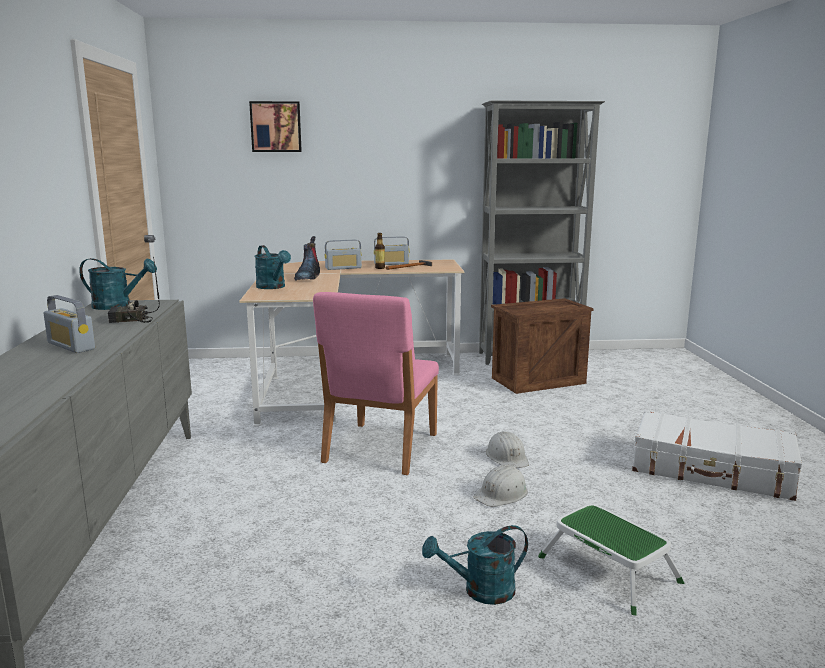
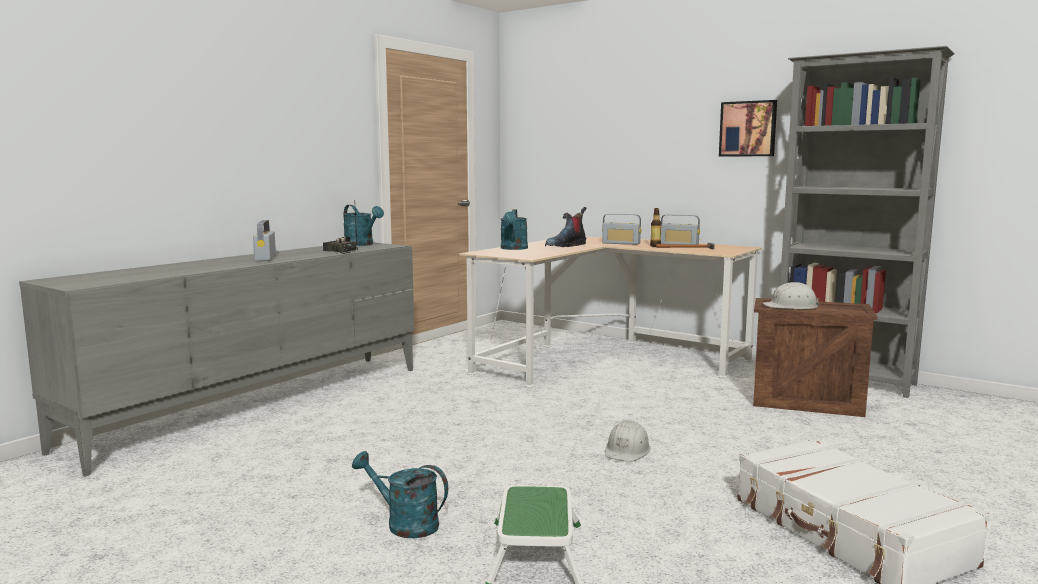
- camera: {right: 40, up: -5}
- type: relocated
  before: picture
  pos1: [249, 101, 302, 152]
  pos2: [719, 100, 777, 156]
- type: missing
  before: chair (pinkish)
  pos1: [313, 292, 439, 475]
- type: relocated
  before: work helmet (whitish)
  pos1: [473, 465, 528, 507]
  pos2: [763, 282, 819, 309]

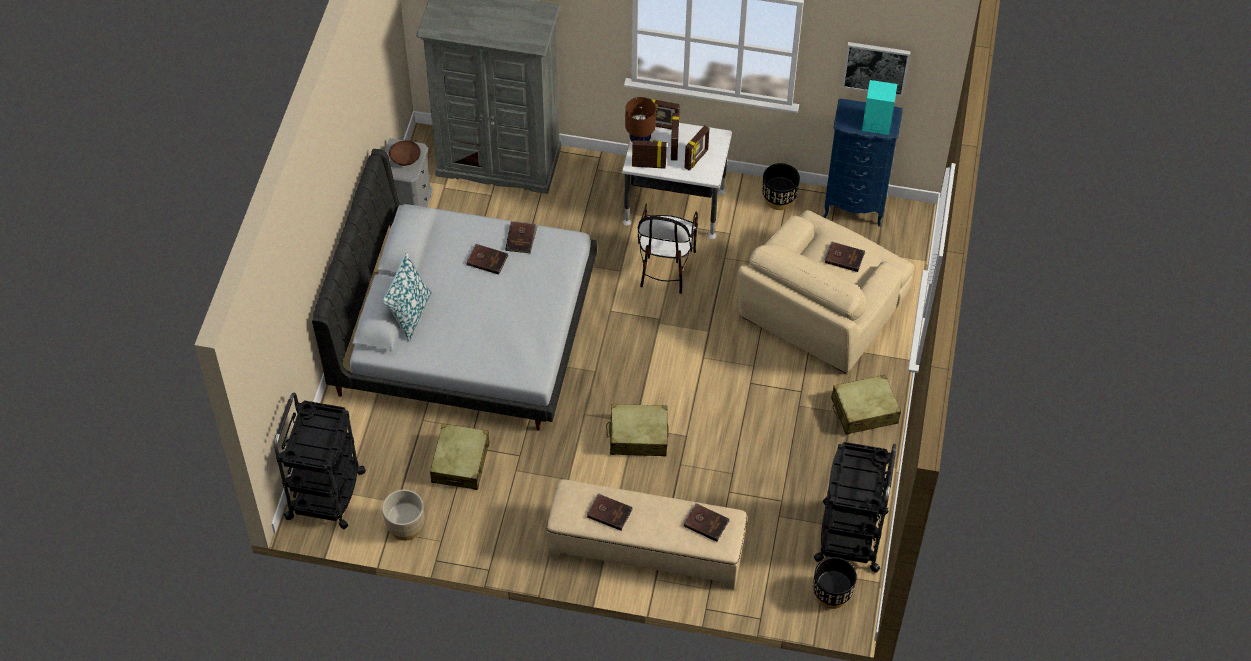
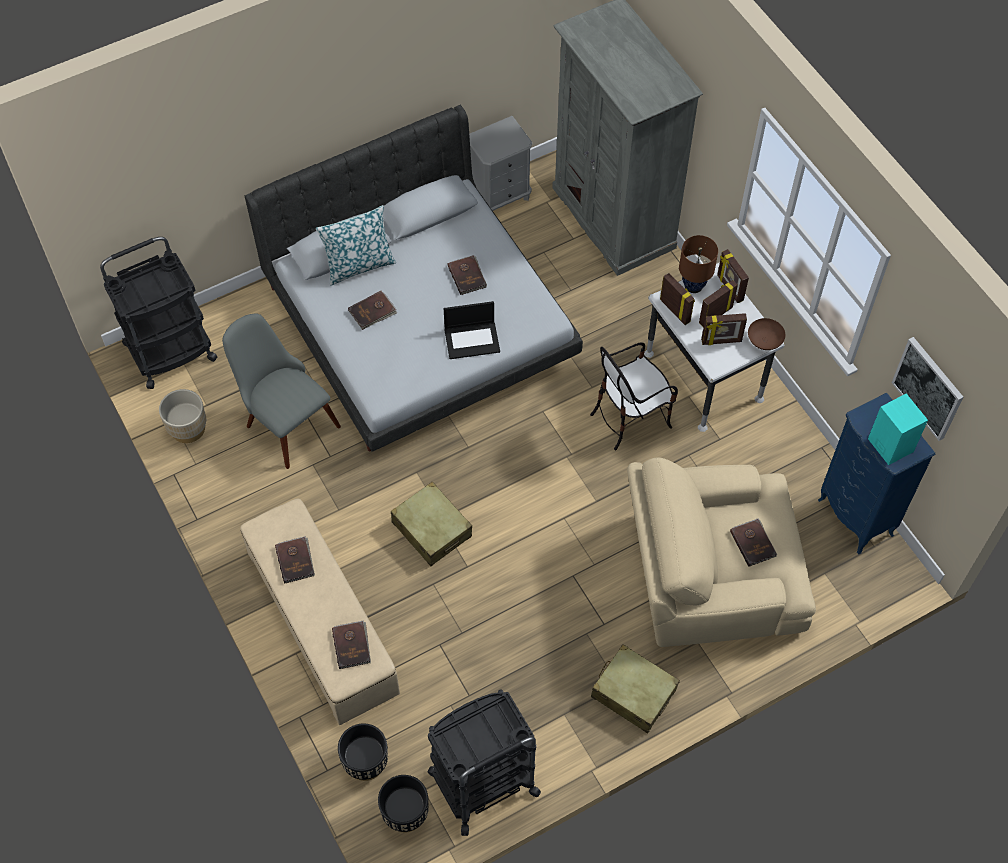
- camera: {right: 50, up: 5}
- type: relocated
  before: bowl (brown-coloured)
  pos1: [389, 140, 420, 166]
  pos2: [748, 318, 785, 350]
- type: exchanged
  before: travel case (beige-coloured)
  after: chair (grey)
  pos1: [430, 424, 489, 490]
  pos2: [222, 313, 341, 469]
- type: relocated
  before: volume (brown-coloured)
  pos1: [506, 222, 537, 253]
  pos2: [348, 291, 397, 330]
- type: relocated
  before: planter (black)
  pos1: [762, 163, 800, 210]
  pos2: [338, 723, 388, 781]
- type: appeared
  after: laptop
  pos2: [444, 301, 500, 359]

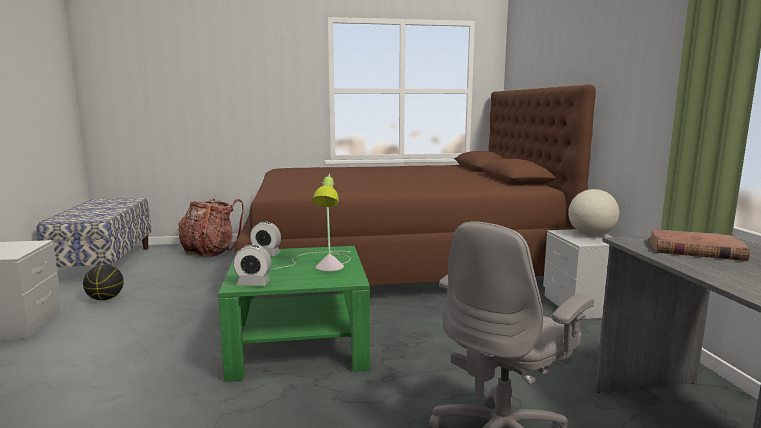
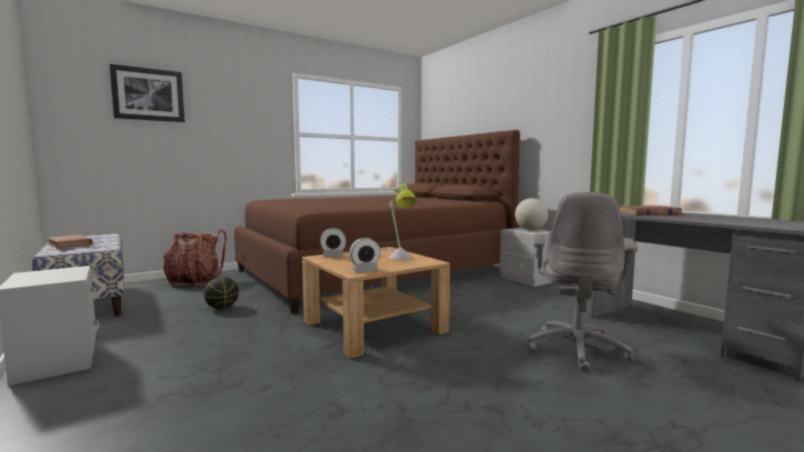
- camera: {right: -25, up: -5}
- type: relocated
  before: basketball
  pos1: [83, 265, 124, 300]
  pos2: [204, 277, 239, 309]
- type: colour
  before: lounge table (green)
  after: lounge table (brown-coloured)
  pos1: [218, 246, 370, 382]
  pos2: [302, 247, 450, 359]
- type: appeared
  after: volume (brown-coloured)
  pos2: [48, 235, 93, 248]
- type: appeared
  after: picture
  pos2: [109, 64, 185, 122]

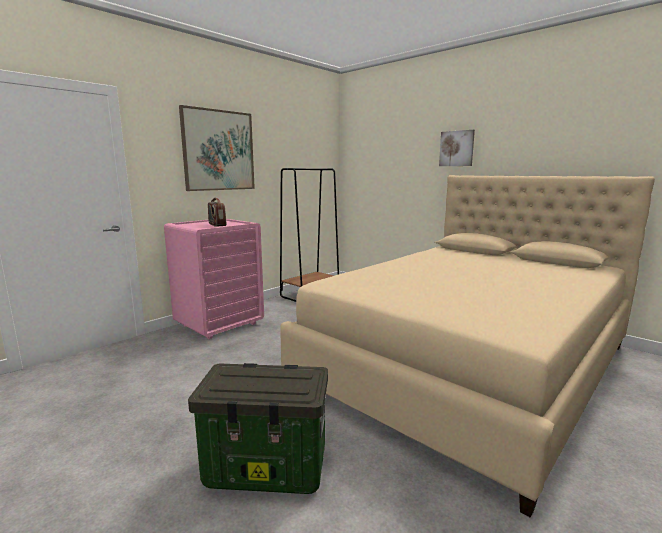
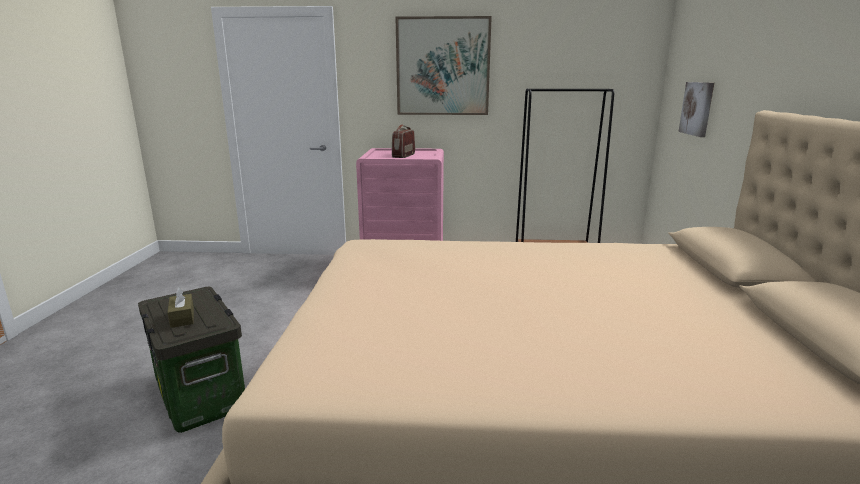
- camera: {right: 50, up: 5}
- type: relocated
  before: picture
  pos1: [439, 130, 475, 166]
  pos2: [678, 82, 714, 137]
- type: appeared
  after: tissue holder (brown-coloured)
  pos2: [167, 287, 194, 328]

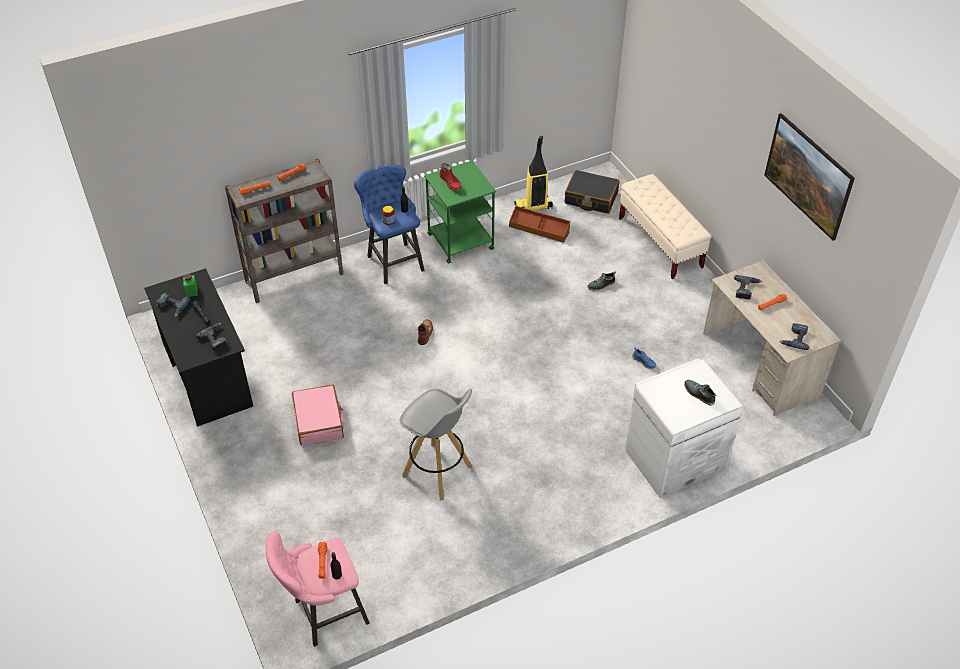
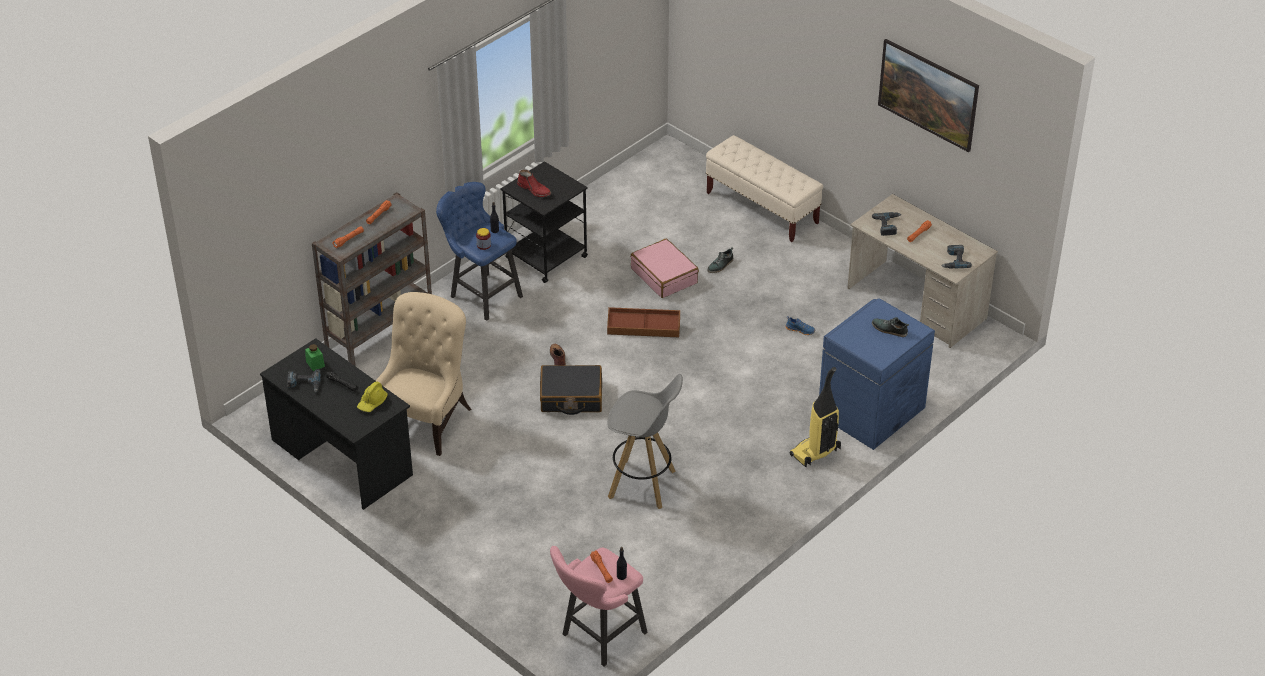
- camera: {right: -20, up: -5}
- type: exchanged
  before: drill
  after: work helmet (yellow-coloured)
  pos1: [196, 323, 228, 352]
  pos2: [357, 381, 388, 412]
- type: relocated
  before: travel case (pinkish)
  pos1: [292, 384, 344, 446]
  pos2: [631, 239, 699, 298]
- type: colour
  before: trolley (green)
  after: trolley (black)
  pos1: [424, 161, 496, 264]
  pos2: [501, 161, 588, 283]
- type: relocated
  before: storage box (brown-coloured)
  pos1: [509, 206, 570, 243]
  pos2: [607, 307, 680, 337]
- type: relocated
  before: vacuum
  pos1: [514, 136, 553, 211]
  pos2: [789, 367, 841, 467]
- type: relocated
  before: travel case (black)
  pos1: [565, 170, 619, 214]
  pos2: [540, 365, 602, 415]
- type: colour
  before: laundry appliance (whitish)
  after: laundry appliance (bluish)
  pos1: [626, 359, 743, 498]
  pos2: [819, 298, 935, 450]
- type: appeared
  after: chair (beige-coloured)
  pos2: [375, 292, 472, 456]

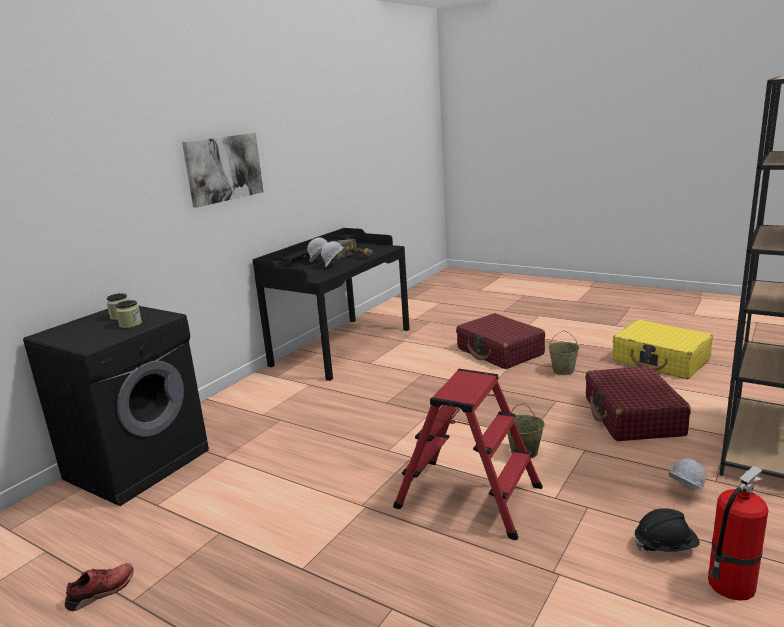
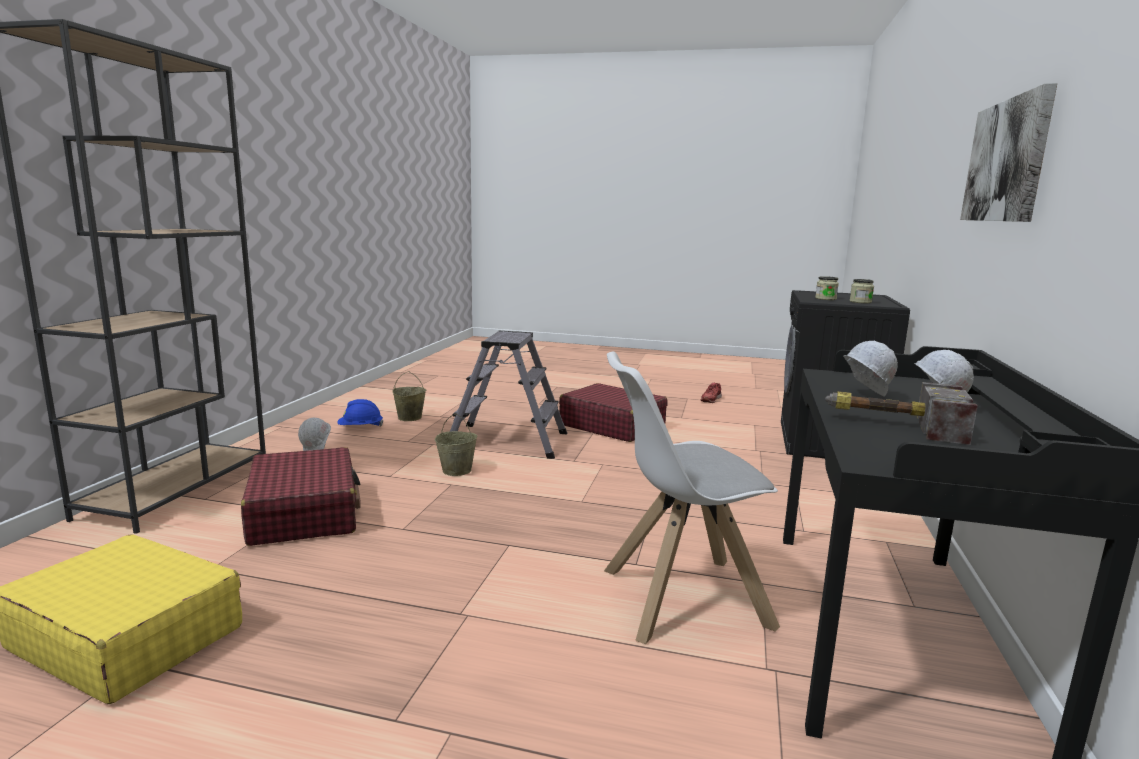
- camera: {right: 160, up: -5}
- type: colour
  before: step ladder (red-coloured)
  after: step ladder (grey)
  pos1: [393, 369, 543, 540]
  pos2: [450, 331, 567, 459]
- type: relocated
  before: travel case (red-coloured)
  pos1: [456, 313, 545, 369]
  pos2: [559, 383, 668, 442]
- type: relocated
  before: bucket (beige-coloured)
  pos1: [549, 331, 579, 375]
  pos2: [392, 371, 426, 421]
- type: colour
  before: work helmet (black)
  after: work helmet (bluish)
  pos1: [634, 508, 700, 552]
  pos2: [337, 399, 384, 427]
- type: missing
  before: fire-fighting cylinder
  pos1: [708, 466, 769, 601]
- type: appeared
  after: chair
  pos2: [604, 351, 780, 644]

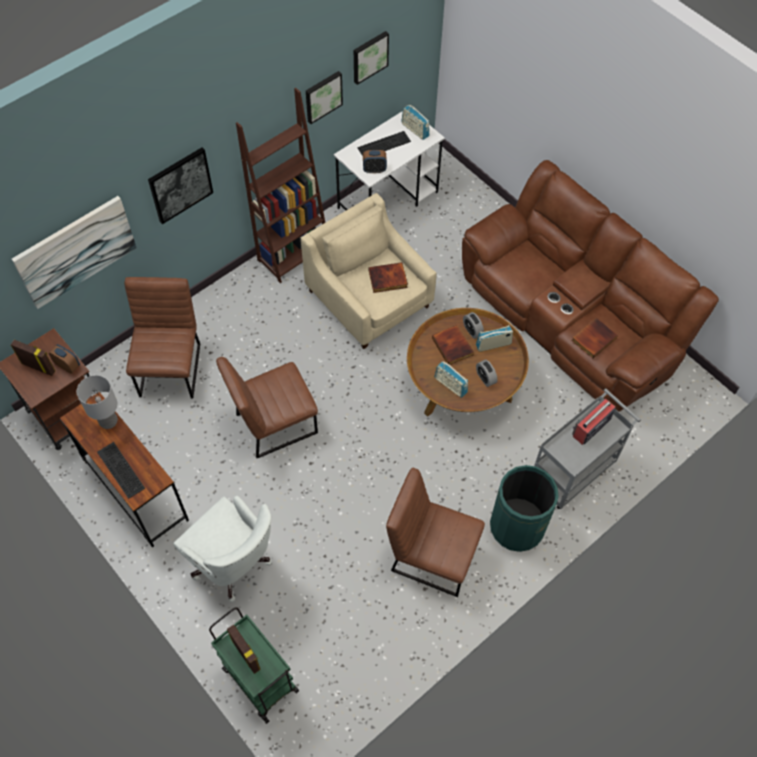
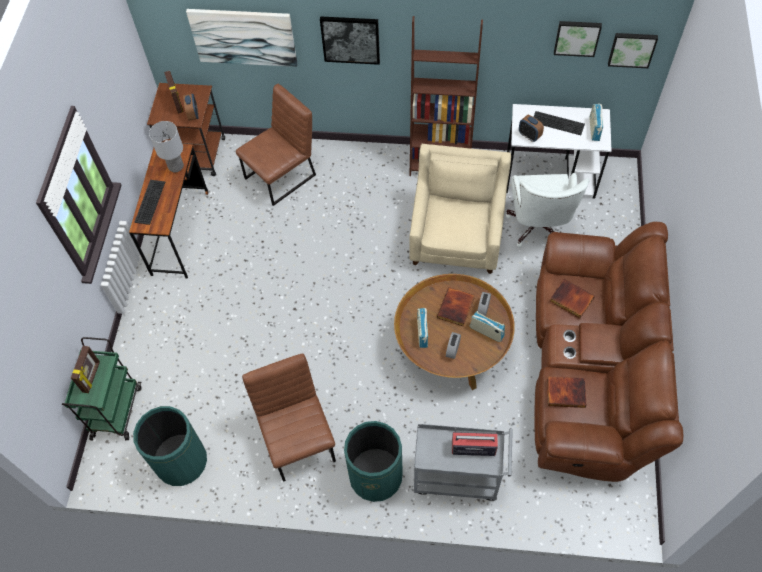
- camera: {right: 50, up: 0}
- type: relocated
  before: office chair (whitish)
  pos1: [173, 496, 271, 602]
  pos2: [506, 173, 590, 247]
- type: missing
  before: chair (brown-coloured)
  pos1: [216, 357, 318, 458]
- type: relocated
  before: picture
  pos1: [306, 71, 343, 124]
  pos2: [608, 33, 658, 68]
- type: relocated
  before: volume
  pos1: [369, 262, 408, 293]
  pos2: [550, 279, 595, 319]
- type: appeared
  after: rubbish bin (green)
  pos2: [133, 406, 207, 486]

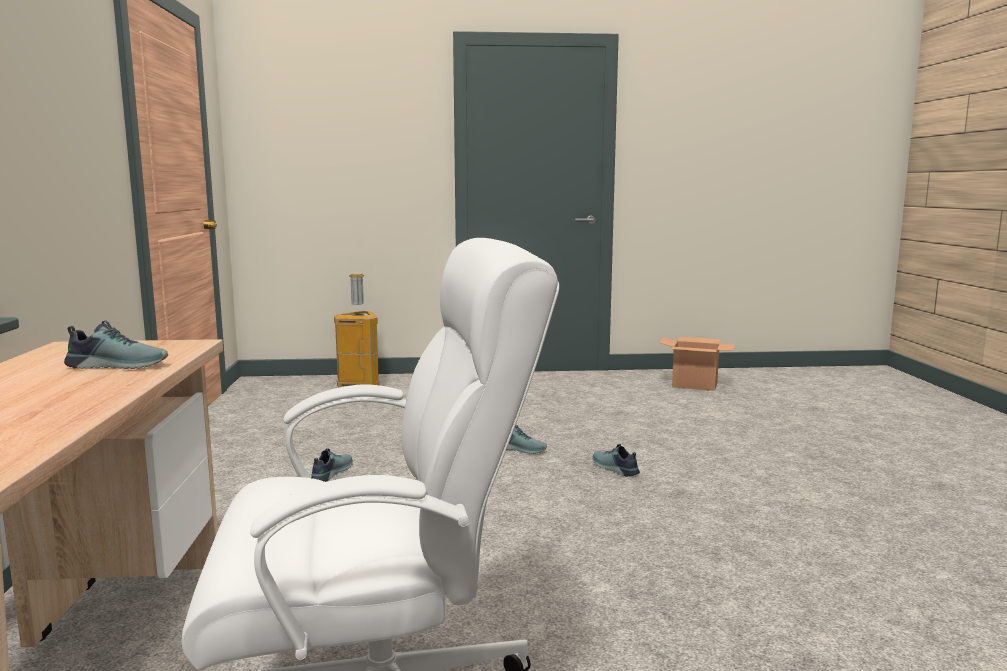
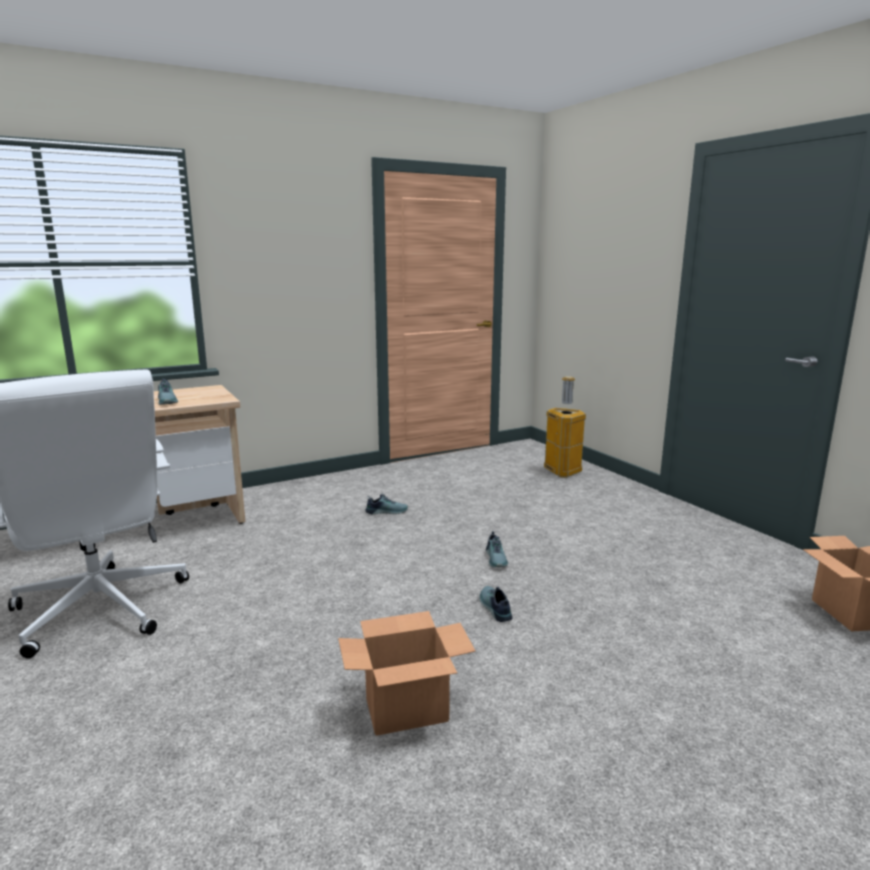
- camera: {right: 65, up: 5}
- type: spun
  before: low shoe
  pos1: [592, 444, 640, 477]
  pos2: [479, 586, 513, 622]
  turn: -45
- type: appeared
  after: packing box
  pos2: [338, 611, 475, 736]

